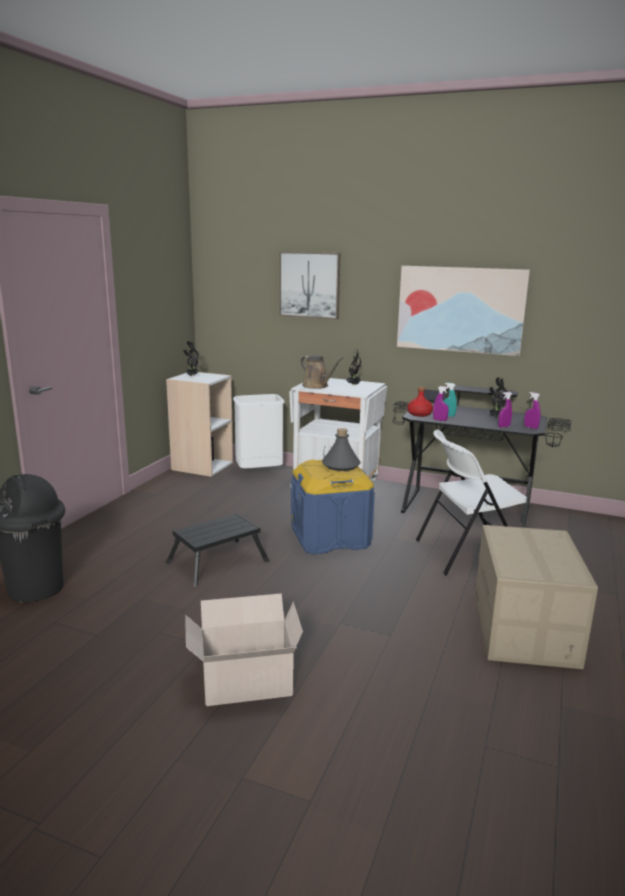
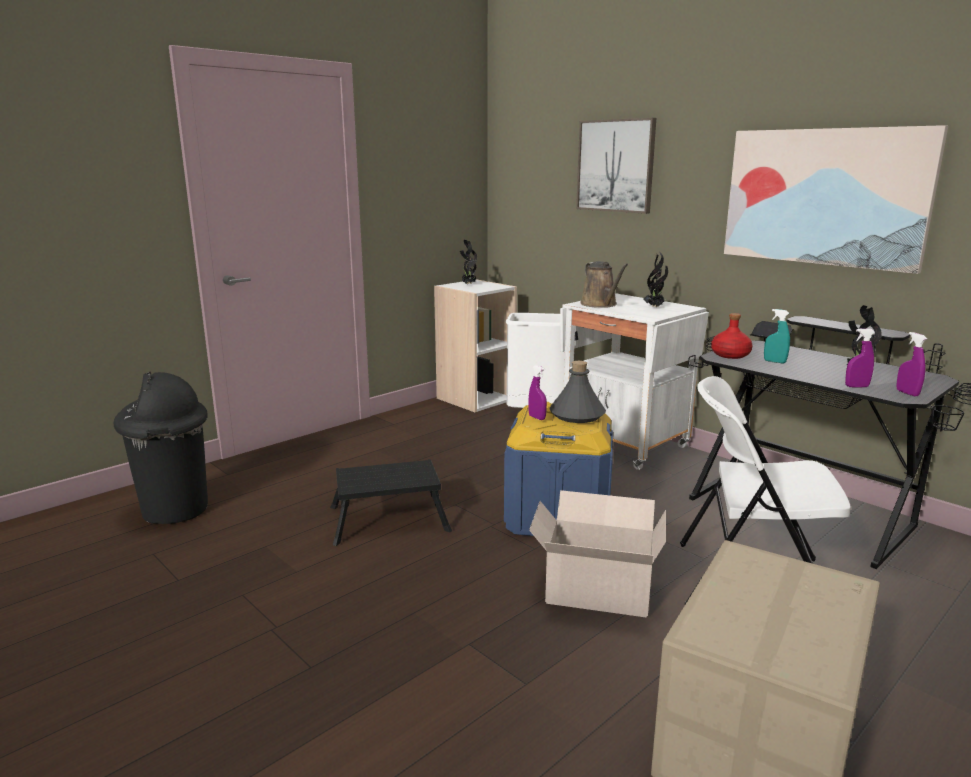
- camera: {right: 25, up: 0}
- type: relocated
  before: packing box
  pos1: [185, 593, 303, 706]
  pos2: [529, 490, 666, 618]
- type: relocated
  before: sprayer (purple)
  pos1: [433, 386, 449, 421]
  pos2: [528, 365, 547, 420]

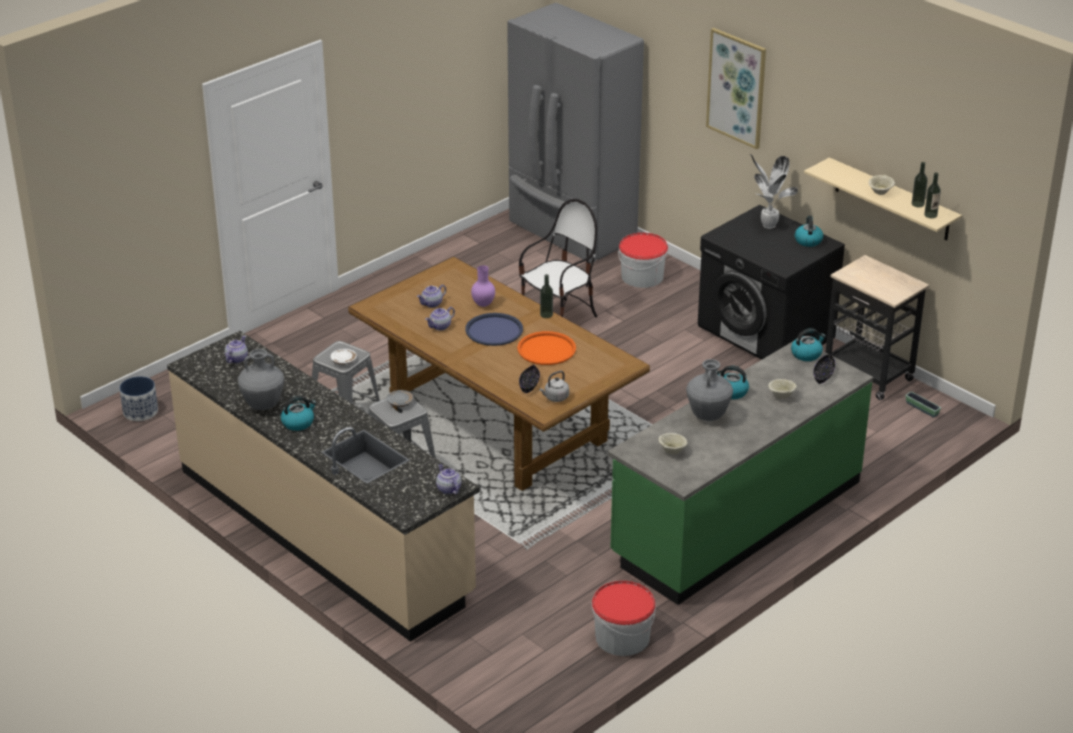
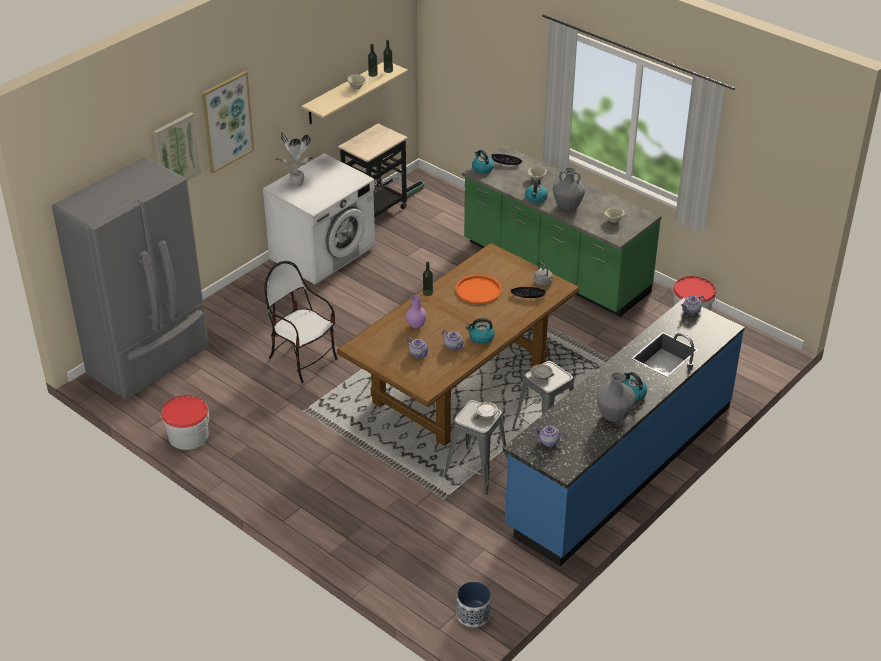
- camera: {right: -95, up: 5}
- type: colour
  before: kitchen base unit (beige-coloured)
  after: kitchen base unit (bluish)
  pos1: [167, 331, 480, 642]
  pos2: [503, 298, 745, 566]
- type: missing
  before: tray (bluish)
  pos1: [465, 313, 523, 346]
- type: relocated
  before: bucket
  pos1: [618, 233, 668, 288]
  pos2: [161, 395, 209, 450]
- type: colour
  before: laundry appliance (black)
  after: laundry appliance (whitish)
  pos1: [698, 205, 845, 360]
  pos2: [263, 153, 375, 285]
- type: relocated
  before: tea kettle
  pos1: [795, 216, 823, 247]
  pos2: [466, 318, 495, 344]
- type: appeared
  after: picture
  pos2: [153, 112, 201, 181]

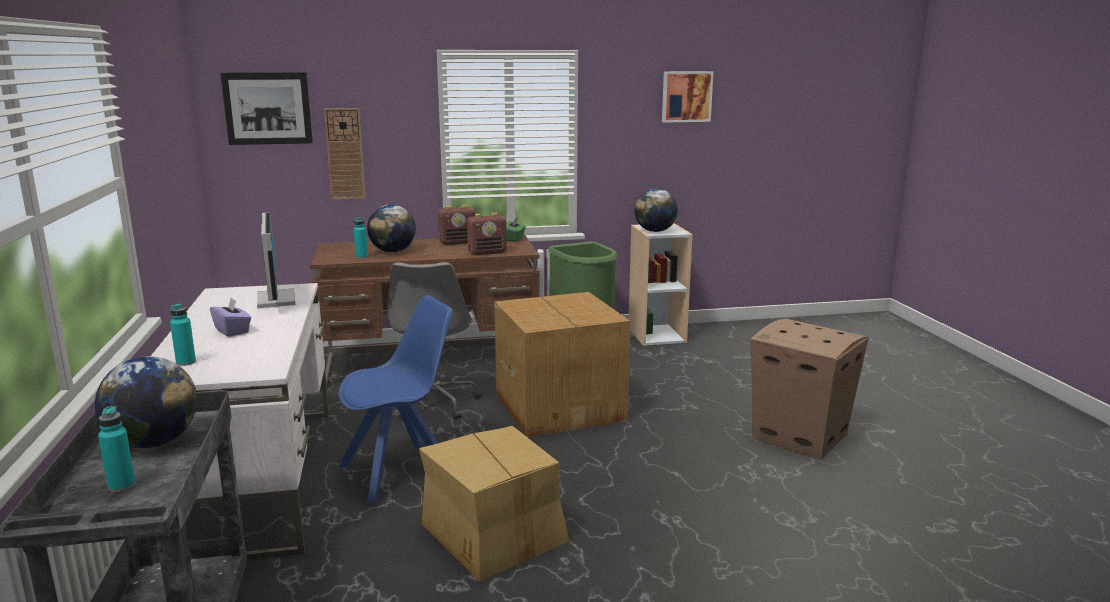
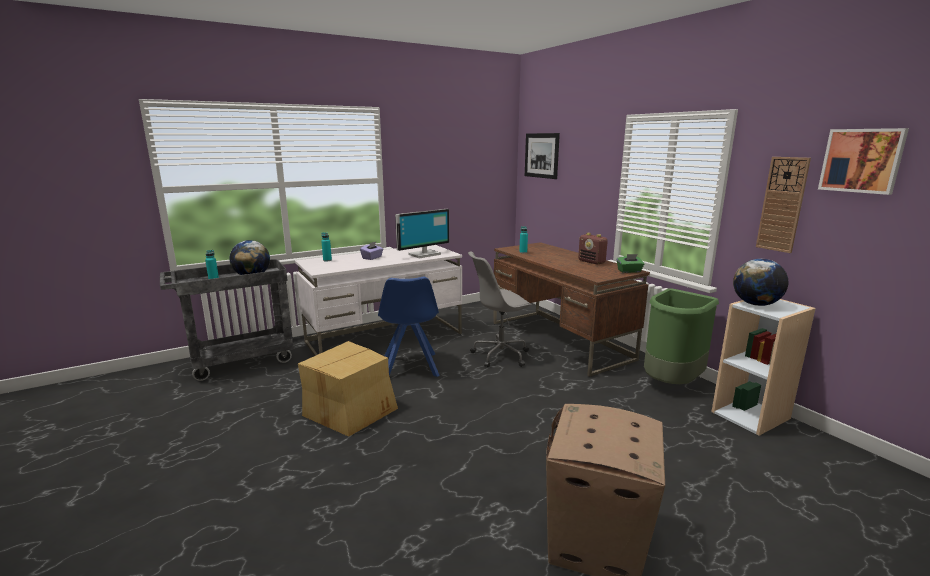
- camera: {right: 70, up: 0}
- type: relocated
  before: clock on the wall
  pos1: [324, 108, 366, 200]
  pos2: [756, 157, 811, 253]
- type: spun
  before: chair (bluish)
  pos1: [338, 295, 452, 504]
  pos2: [378, 277, 439, 377]
  turn: 45
- type: missing
  before: world globe
  pos1: [367, 204, 416, 252]
- type: missing
  before: radio
  pos1: [467, 213, 507, 255]
- type: missing
  before: packing box
  pos1: [494, 292, 630, 437]

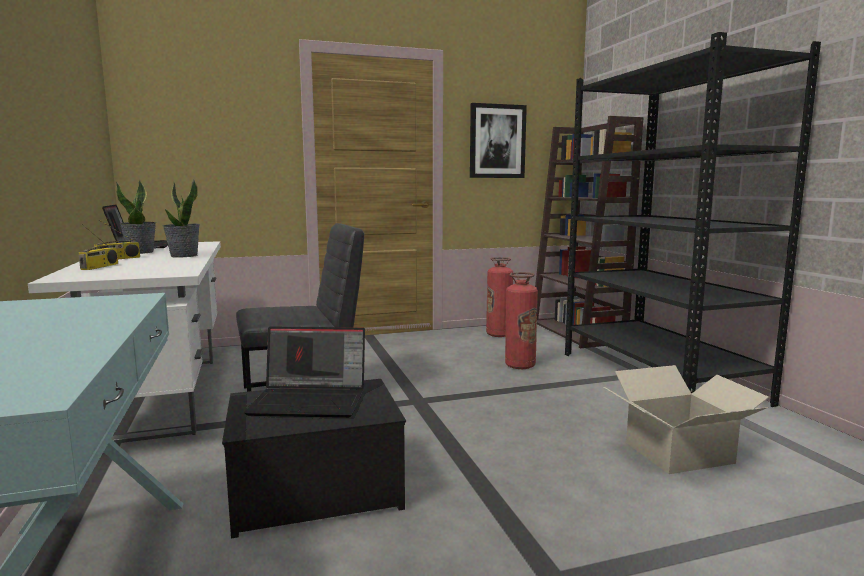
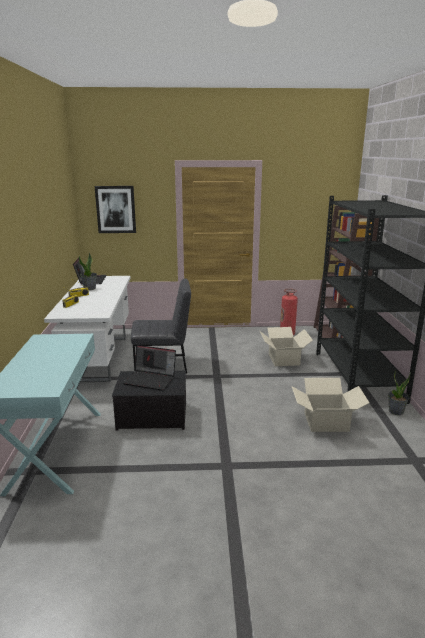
- camera: {right: 15, up: 10}
- type: relocated
  before: houseplant
  pos1: [163, 180, 200, 258]
  pos2: [388, 370, 411, 415]
- type: relocated
  before: picture
  pos1: [470, 103, 527, 178]
  pos2: [95, 186, 136, 233]
- type: exchanged
  before: fire-fighting cylinder
  after: packing box
  pos1: [505, 272, 538, 369]
  pos2: [260, 327, 313, 366]

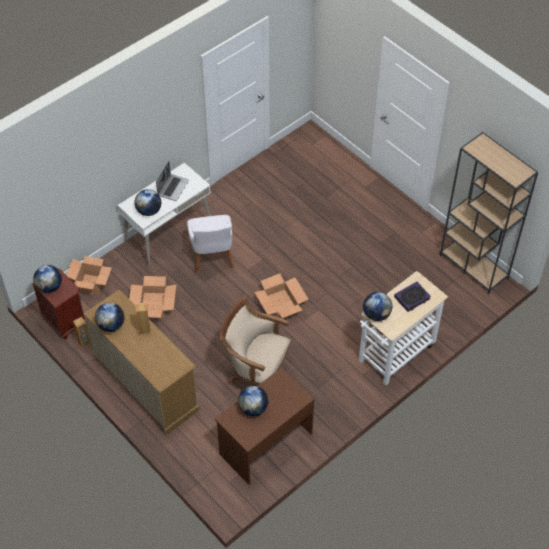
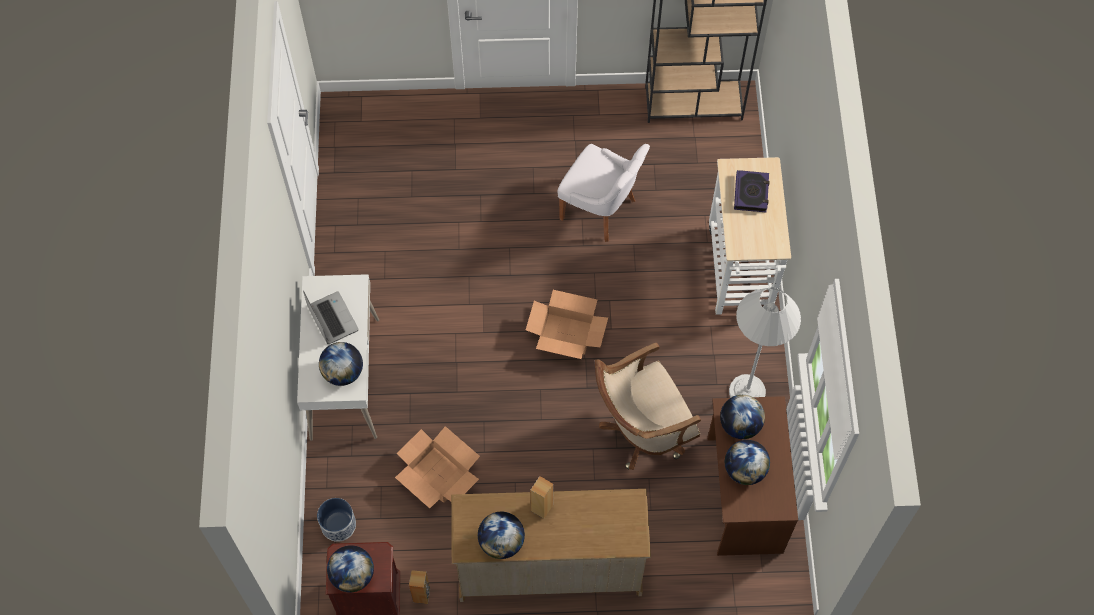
- camera: {right: -50, up: 10}
- type: exchanged
  before: packing box
  after: planter
  pos1: [66, 256, 112, 295]
  pos2: [317, 498, 356, 542]
- type: relocated
  before: chair (whitish)
  pos1: [187, 215, 234, 273]
  pos2: [557, 144, 650, 242]
- type: relocated
  before: world globe
  pos1: [363, 292, 392, 321]
  pos2: [720, 395, 765, 439]
- type: appeared
  after: standard lamp (whitish)
  pos2: [729, 287, 801, 398]

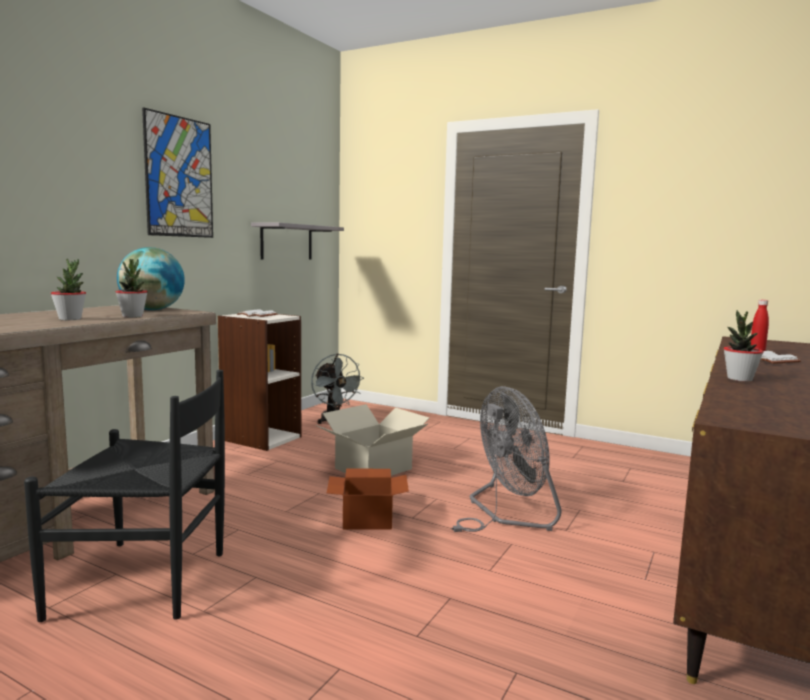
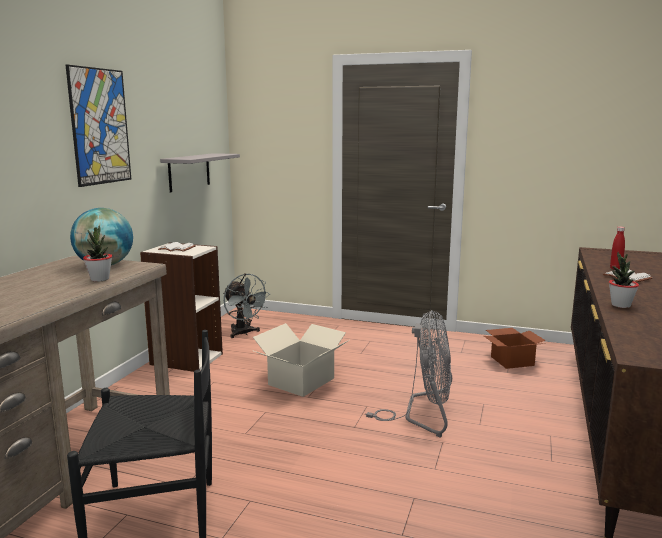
- camera: {right: -10, up: 5}
- type: missing
  before: houseplant
  pos1: [51, 259, 86, 320]
- type: relocated
  before: packing box
  pos1: [327, 468, 409, 530]
  pos2: [484, 328, 546, 369]
- type: spun
  before: cooling fan (grey)
  pos1: [451, 386, 561, 532]
  pos2: [365, 310, 452, 438]
  turn: 45

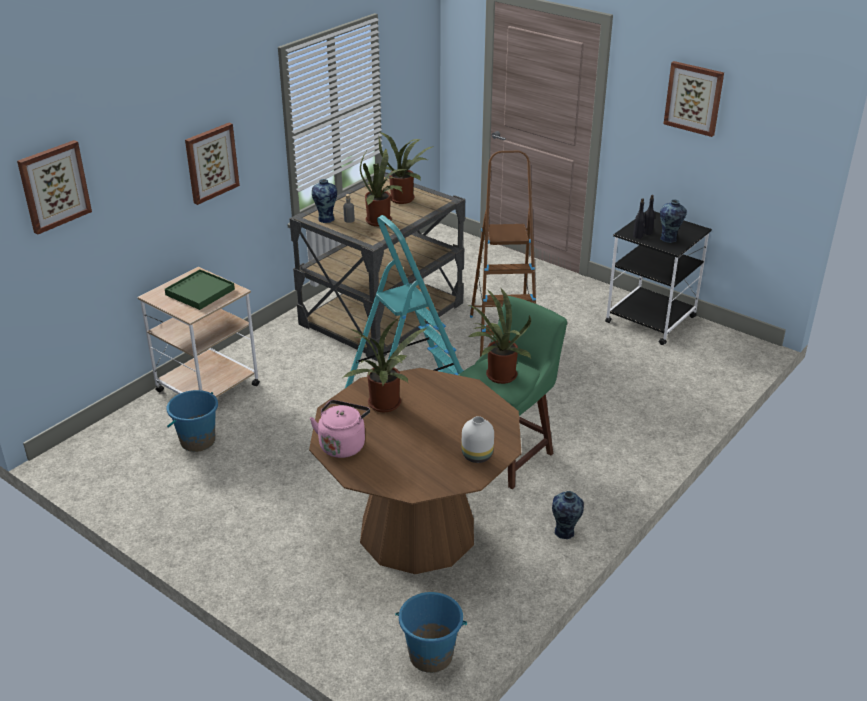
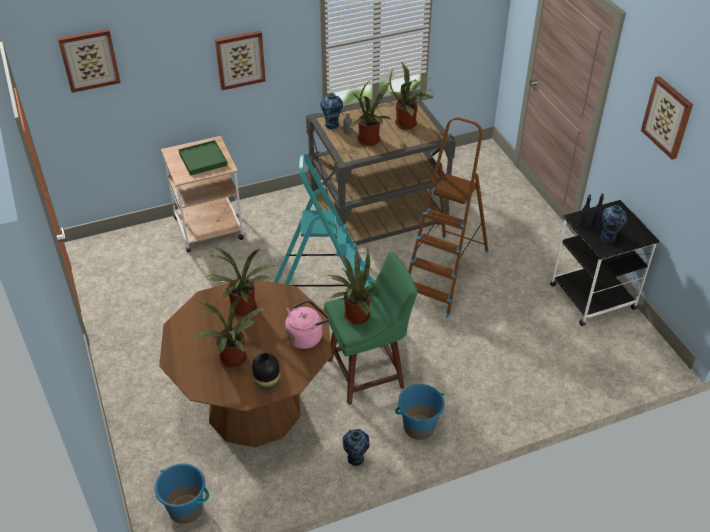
- camera: {right: 30, up: 10}
- type: relocated
  before: bucket (bluish)
  pos1: [166, 390, 218, 452]
  pos2: [395, 384, 445, 440]
- type: relocated
  before: tea kettle (pinkish)
  pos1: [310, 400, 370, 458]
  pos2: [285, 300, 329, 349]
- type: colour
  before: decorative vase (whitish)
  after: decorative vase (black)
  pos1: [462, 416, 494, 463]
  pos2: [252, 353, 280, 389]
- type: appeared
  after: houseplant
  pos2: [194, 294, 268, 368]

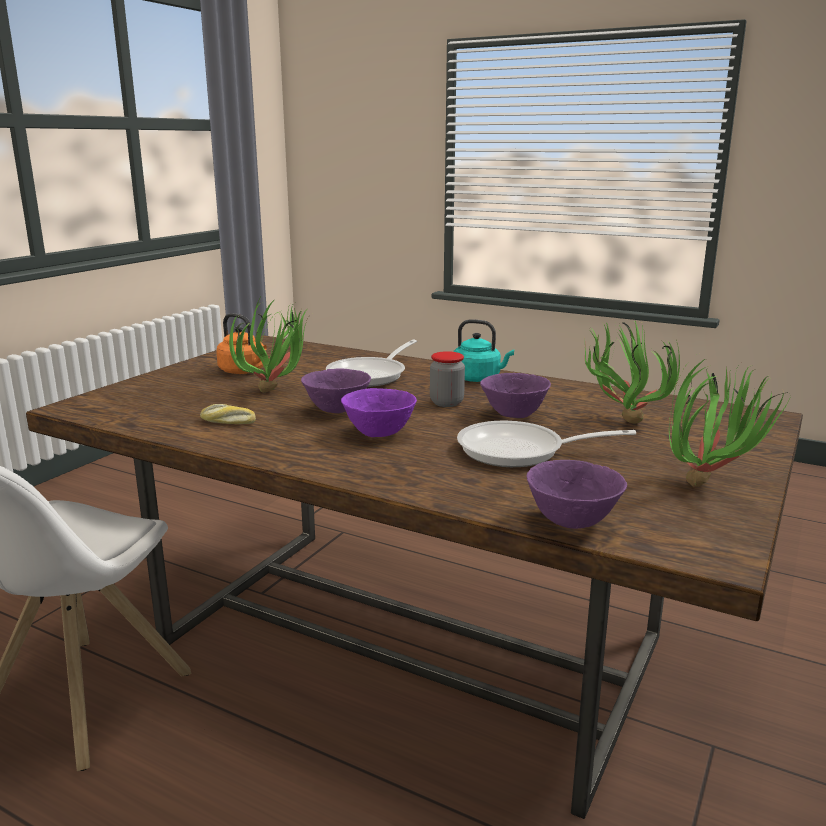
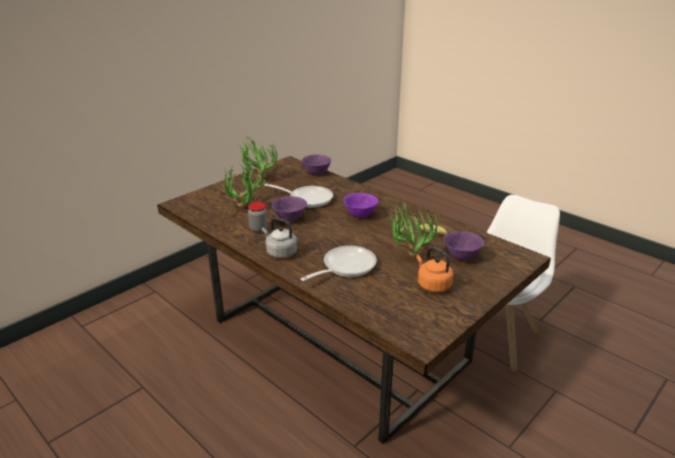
- camera: {right: -165, up: 10}
- type: relocated
  before: bowl (purple)
  pos1: [301, 368, 371, 413]
  pos2: [444, 231, 484, 261]
- type: relocated
  before: preserve jar
  pos1: [430, 351, 465, 407]
  pos2: [248, 202, 268, 233]
- type: colour
  before: tea kettle (turquoise)
  after: tea kettle (grey)
  pos1: [453, 319, 514, 382]
  pos2: [262, 218, 297, 259]

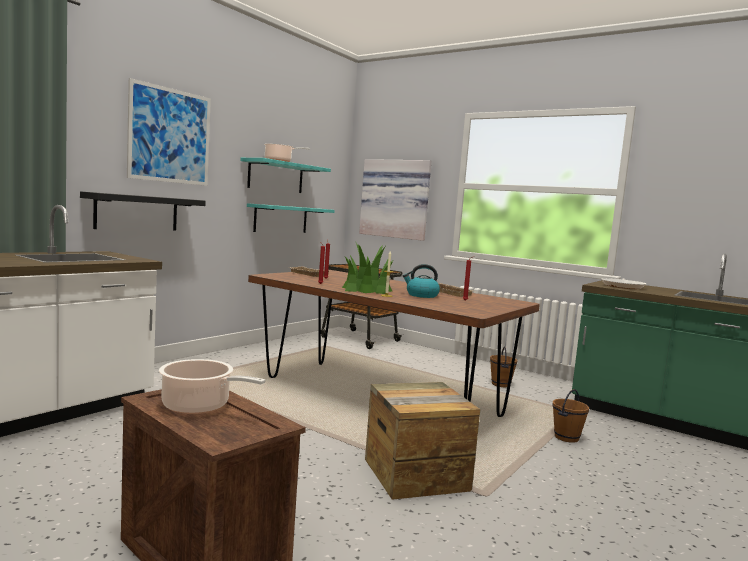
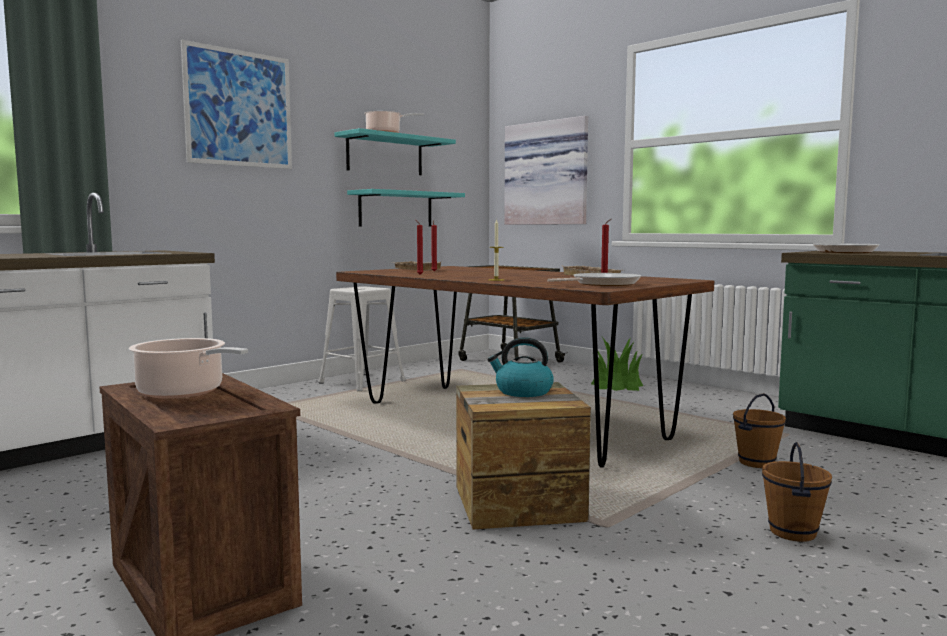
- camera: {right: 10, up: 0}
- type: missing
  before: bracket shelf (black)
  pos1: [80, 191, 206, 231]
- type: relocated
  before: houseplant
  pos1: [342, 243, 394, 294]
  pos2: [591, 337, 643, 391]
- type: relocated
  before: tea kettle
  pos1: [403, 264, 440, 298]
  pos2: [488, 337, 554, 397]
- type: relocated
  before: bucket (brown-coloured)
  pos1: [490, 346, 518, 387]
  pos2: [762, 442, 832, 542]
- type: appeared
  after: stool seat (whitish)
  pos2: [318, 286, 406, 391]
- type: appeared
  after: skillet
  pos2: [547, 273, 641, 286]

